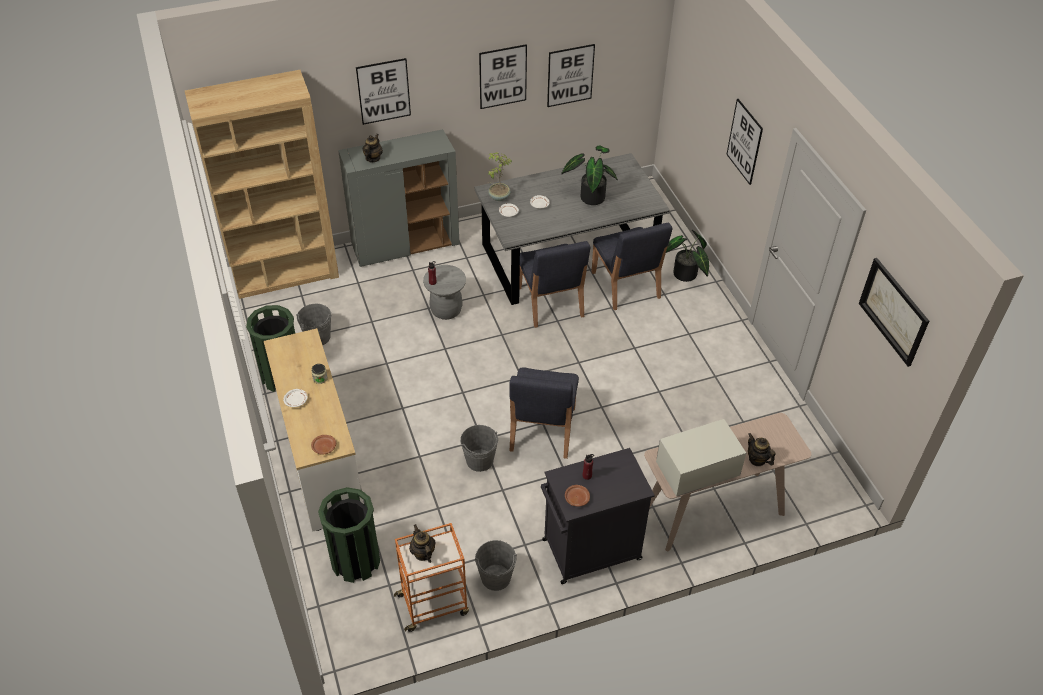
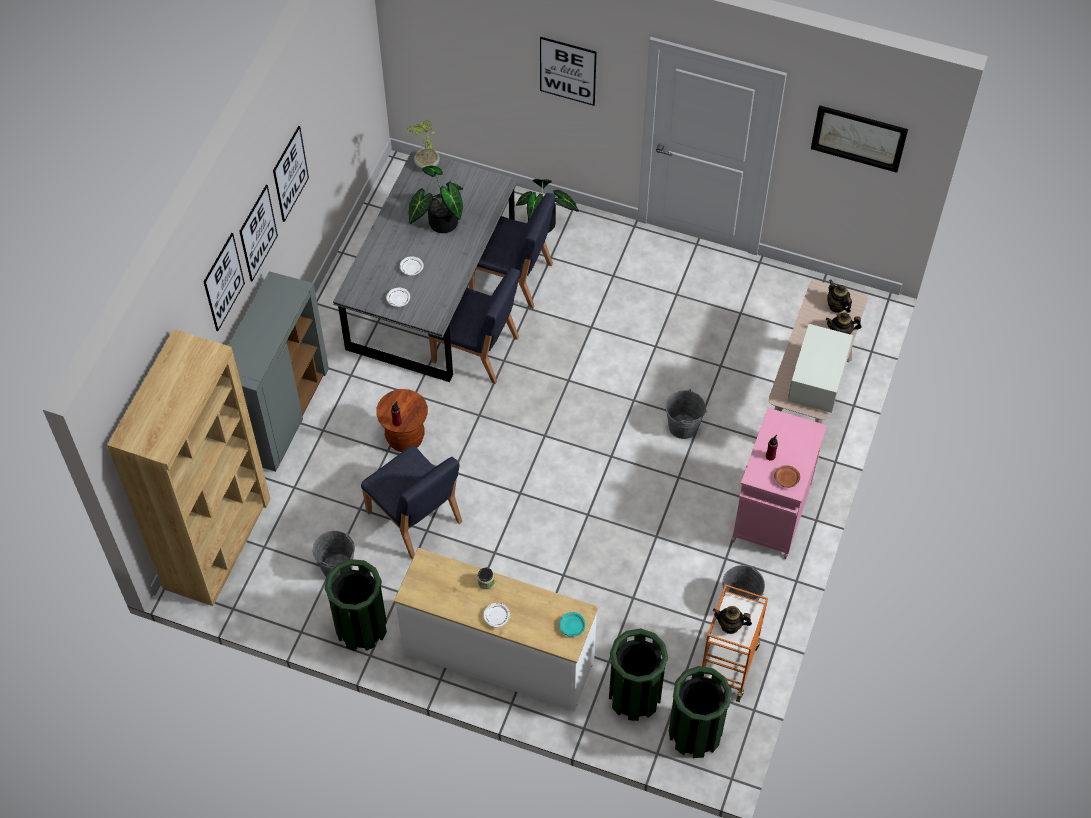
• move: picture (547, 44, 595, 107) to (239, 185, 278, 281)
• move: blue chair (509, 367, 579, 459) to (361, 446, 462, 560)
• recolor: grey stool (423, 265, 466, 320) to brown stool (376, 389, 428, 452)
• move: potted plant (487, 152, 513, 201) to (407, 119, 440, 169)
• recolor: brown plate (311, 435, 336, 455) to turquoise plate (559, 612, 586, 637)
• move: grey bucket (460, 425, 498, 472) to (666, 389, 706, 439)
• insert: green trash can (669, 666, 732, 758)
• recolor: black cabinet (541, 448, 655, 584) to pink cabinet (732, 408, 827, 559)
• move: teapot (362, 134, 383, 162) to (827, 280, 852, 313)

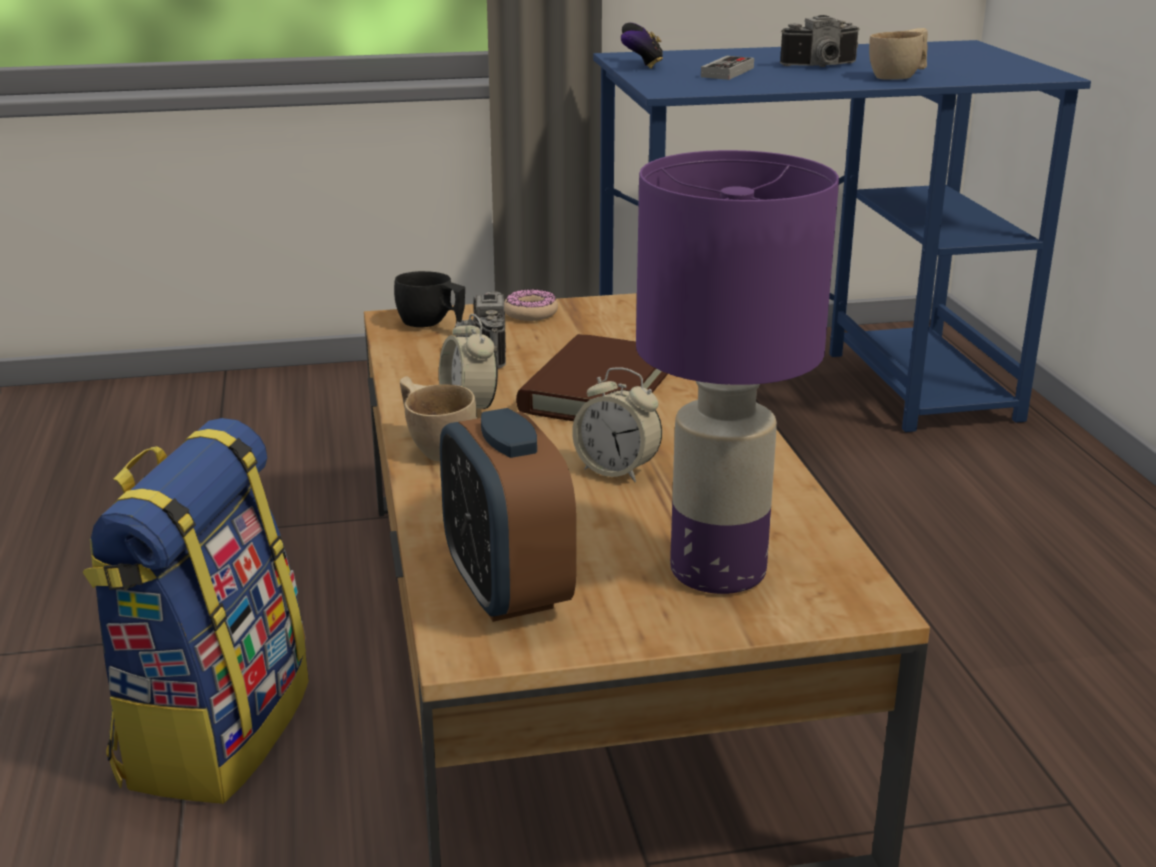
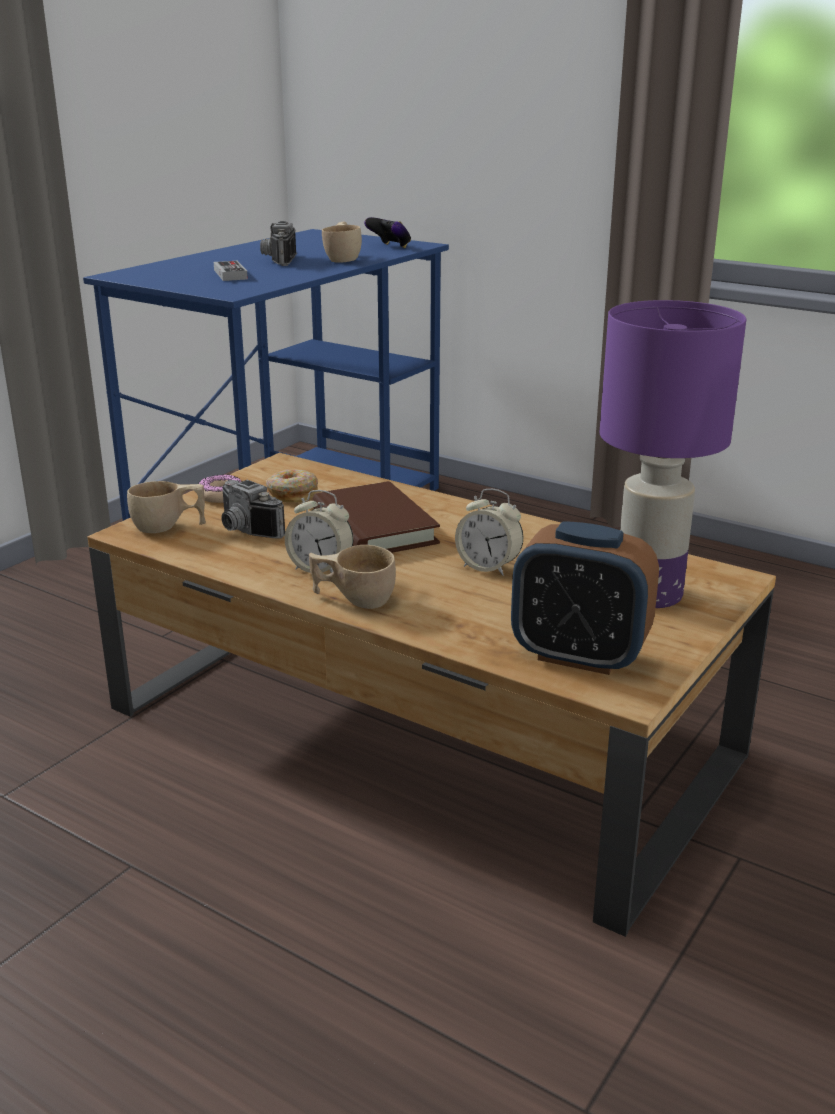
• recolor: black cup (394, 271, 465, 327) to beige cup (127, 481, 206, 533)
• rotate: photo camera (780, 15, 860, 67) = (260, 221, 297, 266) 150 degrees clockwise
• insert: donut (266, 470, 318, 502)
• move: game controller (621, 23, 663, 69) to (364, 217, 411, 248)
• rotate: alarm clock (572, 367, 662, 482) = (455, 489, 523, 576) 45 degrees clockwise
• delete: backpack (82, 418, 309, 804)

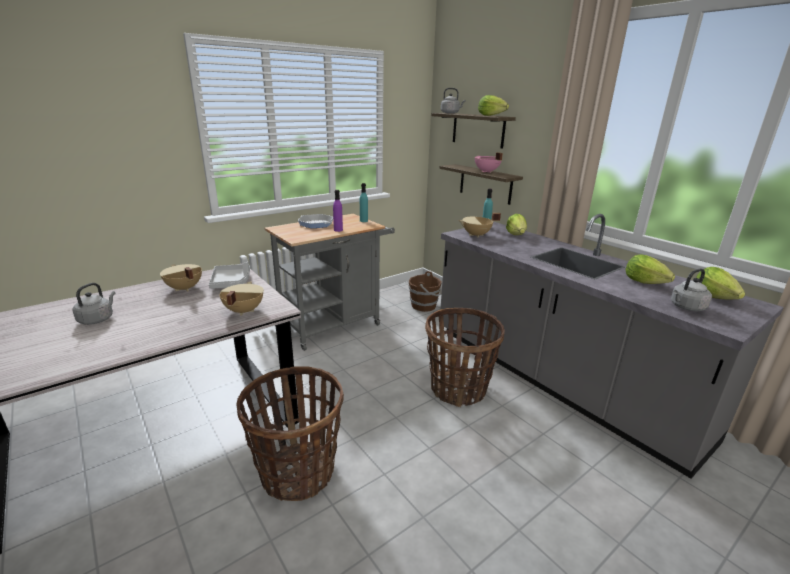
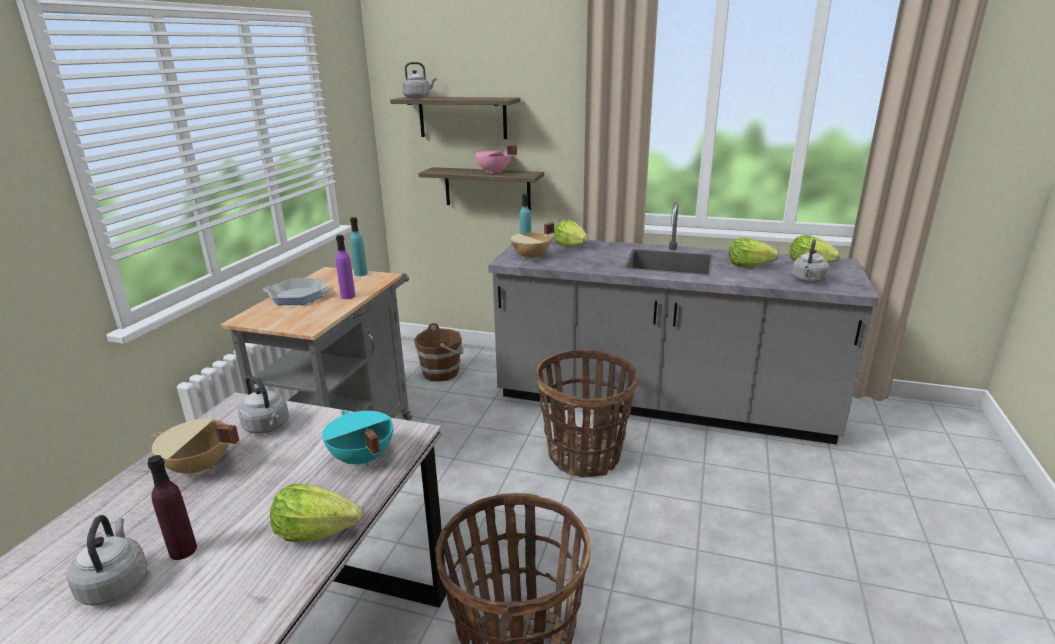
• insert: purple bottle (147, 455, 197, 560)
• replace: grey tray (209, 259, 250, 289) to grey kettle (238, 375, 289, 434)
• move: lettuce (478, 95, 509, 116) to (270, 484, 362, 542)
• recolor: beige cooking pot (219, 282, 264, 316) to turquoise cooking pot (322, 410, 393, 467)

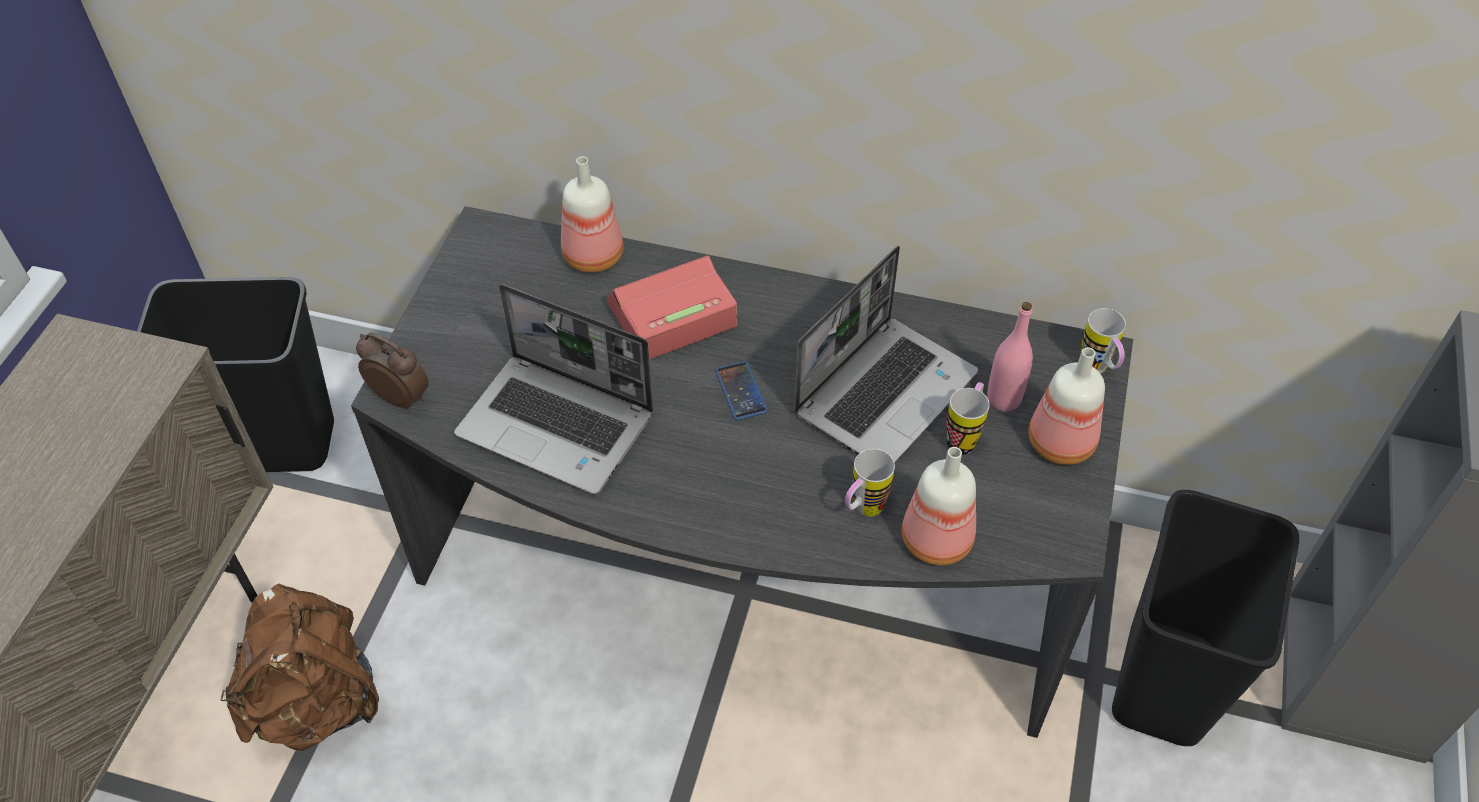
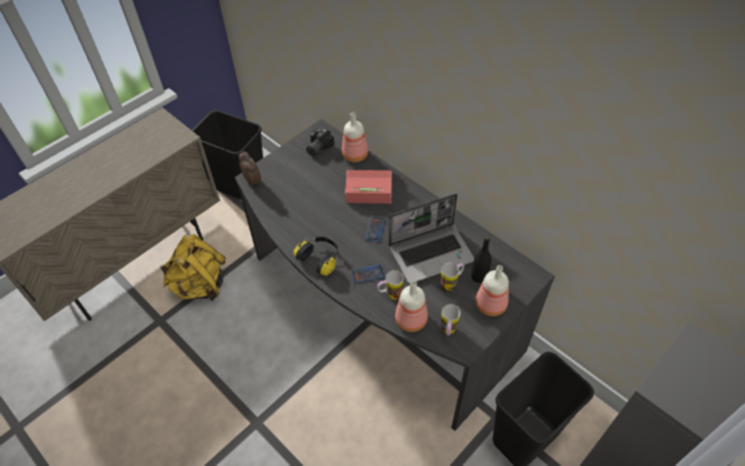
• recolor: brown backpack (220, 584, 379, 751) to yellow backpack (160, 234, 226, 301)
• insert: headphones (294, 237, 339, 276)
• insert: photo camera (306, 128, 334, 156)
• insert: phone (351, 264, 385, 283)
• move: mug (1081, 308, 1126, 374) to (441, 304, 461, 336)
• recolor: pink bottle (987, 302, 1033, 411) to black bottle (471, 236, 491, 283)
• delete: laptop (454, 284, 653, 494)

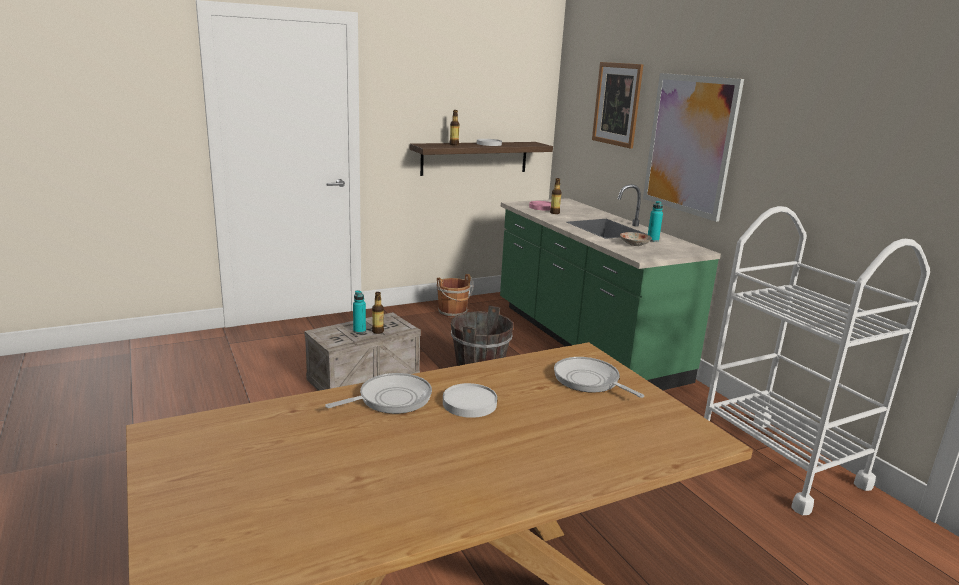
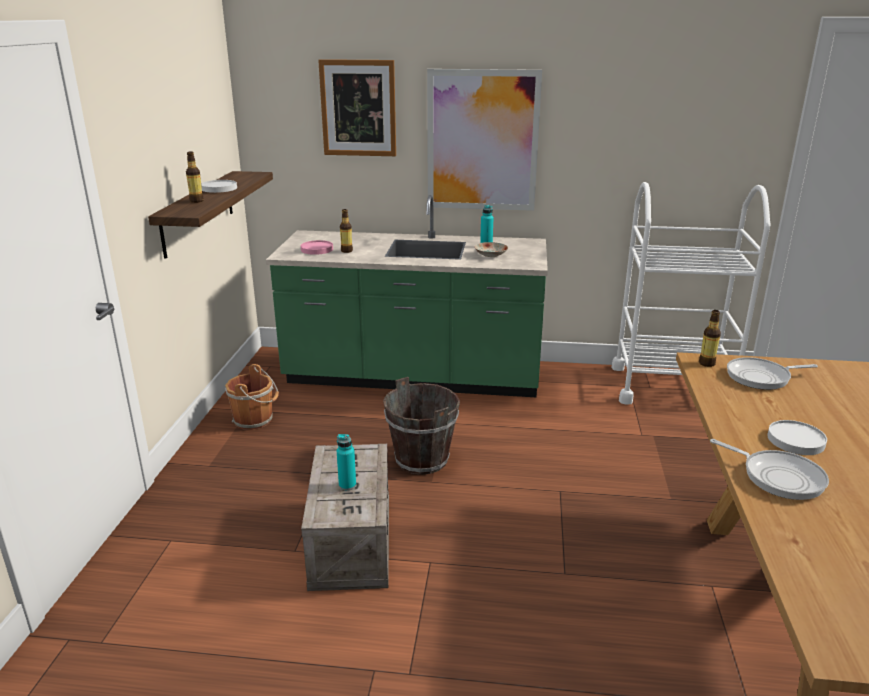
• move: bottle (372, 292, 384, 334) to (699, 310, 721, 367)
• rotate: frying pan (325, 373, 432, 414) = (710, 439, 829, 500) 135 degrees clockwise

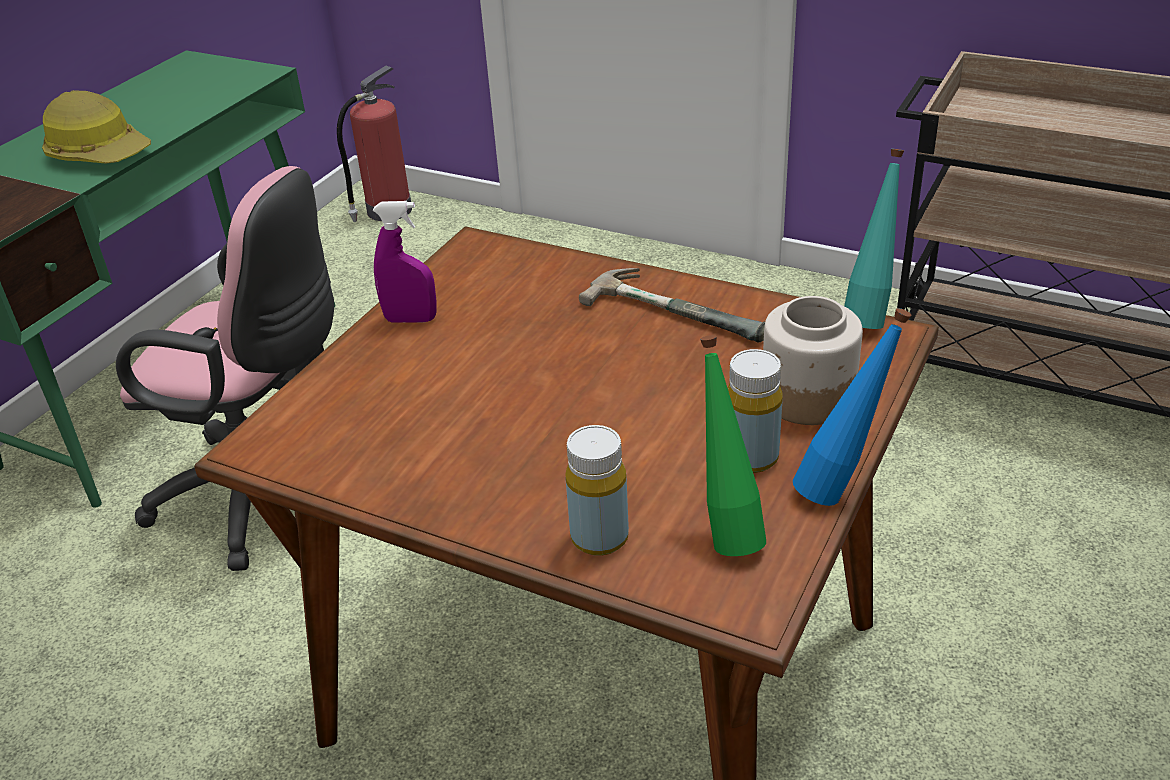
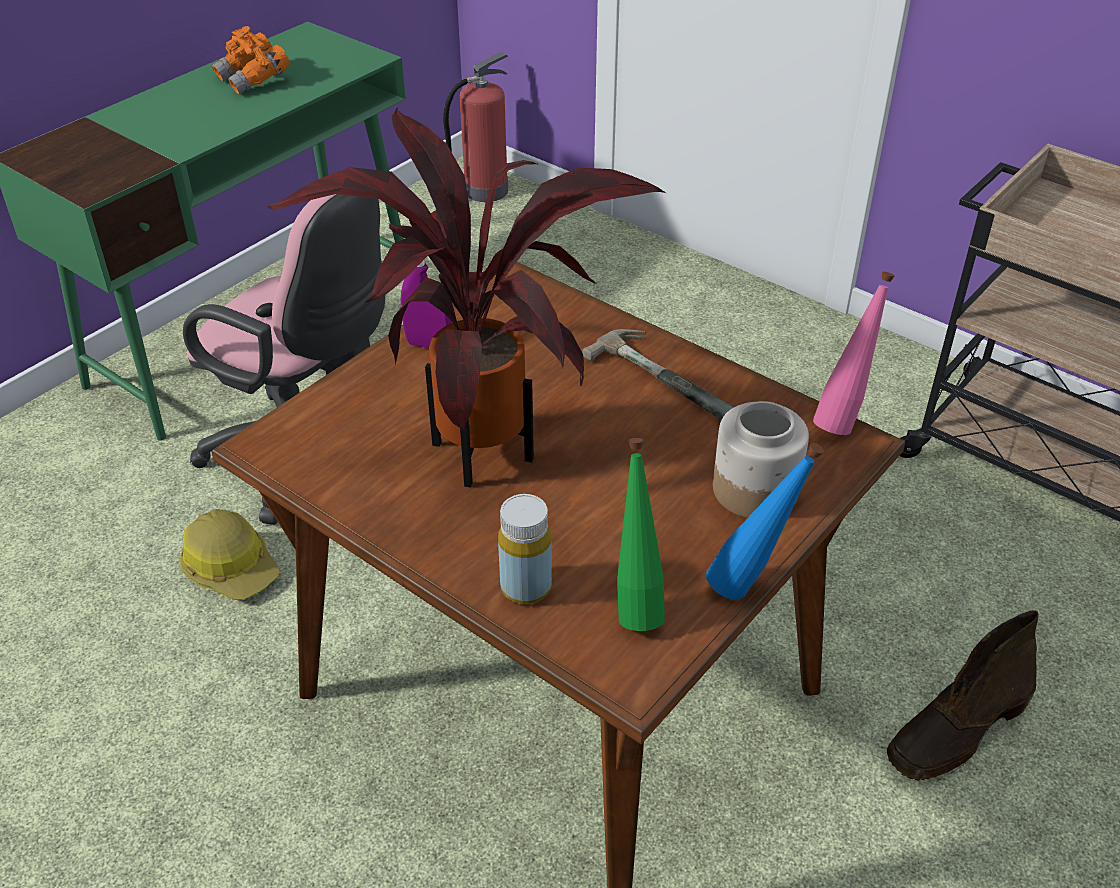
• move: hard hat (42, 90, 151, 164) to (179, 509, 280, 600)
• insert: orange binoculars (212, 26, 290, 95)
• insert: potted plant (267, 108, 666, 487)
• recolor: turquoise bottle (844, 149, 904, 329) to pink bottle (813, 272, 895, 435)
• insert: brown boot (887, 610, 1039, 781)
• delete: yellow bottle (727, 349, 782, 473)

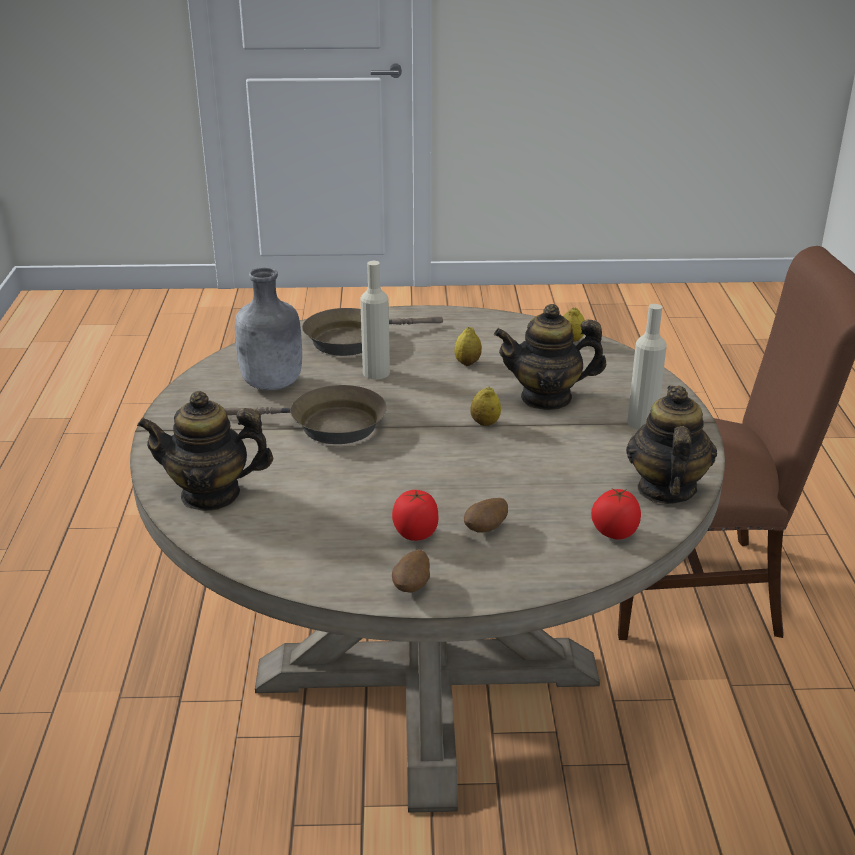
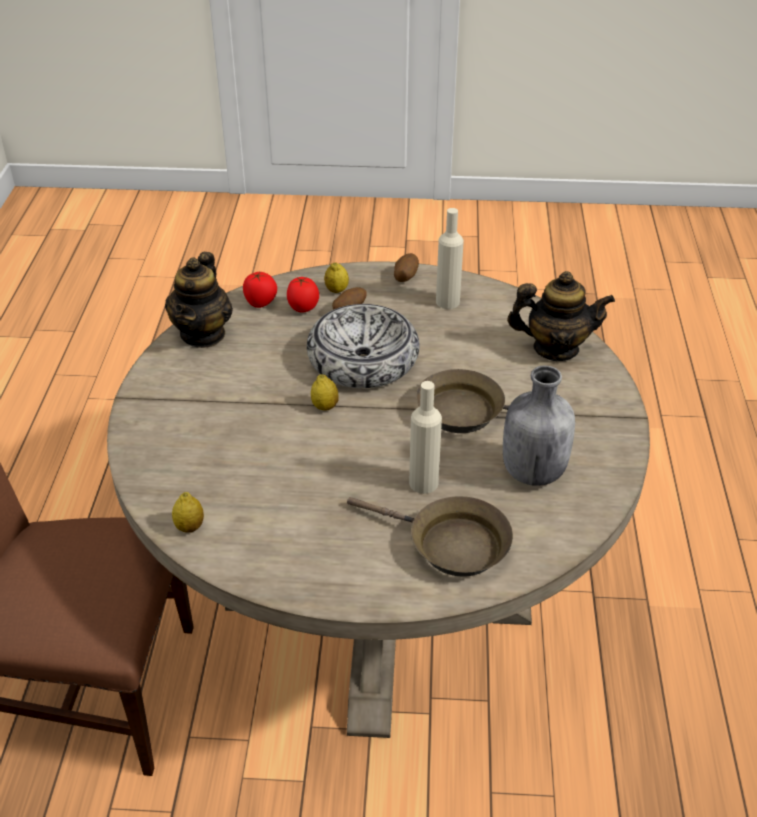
• move: tomato (392, 489, 438, 541) to (287, 277, 319, 313)
• insert: bowl (307, 304, 420, 388)
• move: lemon (455, 327, 482, 366) to (324, 262, 349, 293)
• rotate: brown frying pan (302, 308, 443, 356) = (347, 496, 513, 577) 45 degrees clockwise
• move: beige bottle (627, 304, 667, 430) to (436, 208, 464, 309)
• delete: teapot (494, 304, 606, 410)

